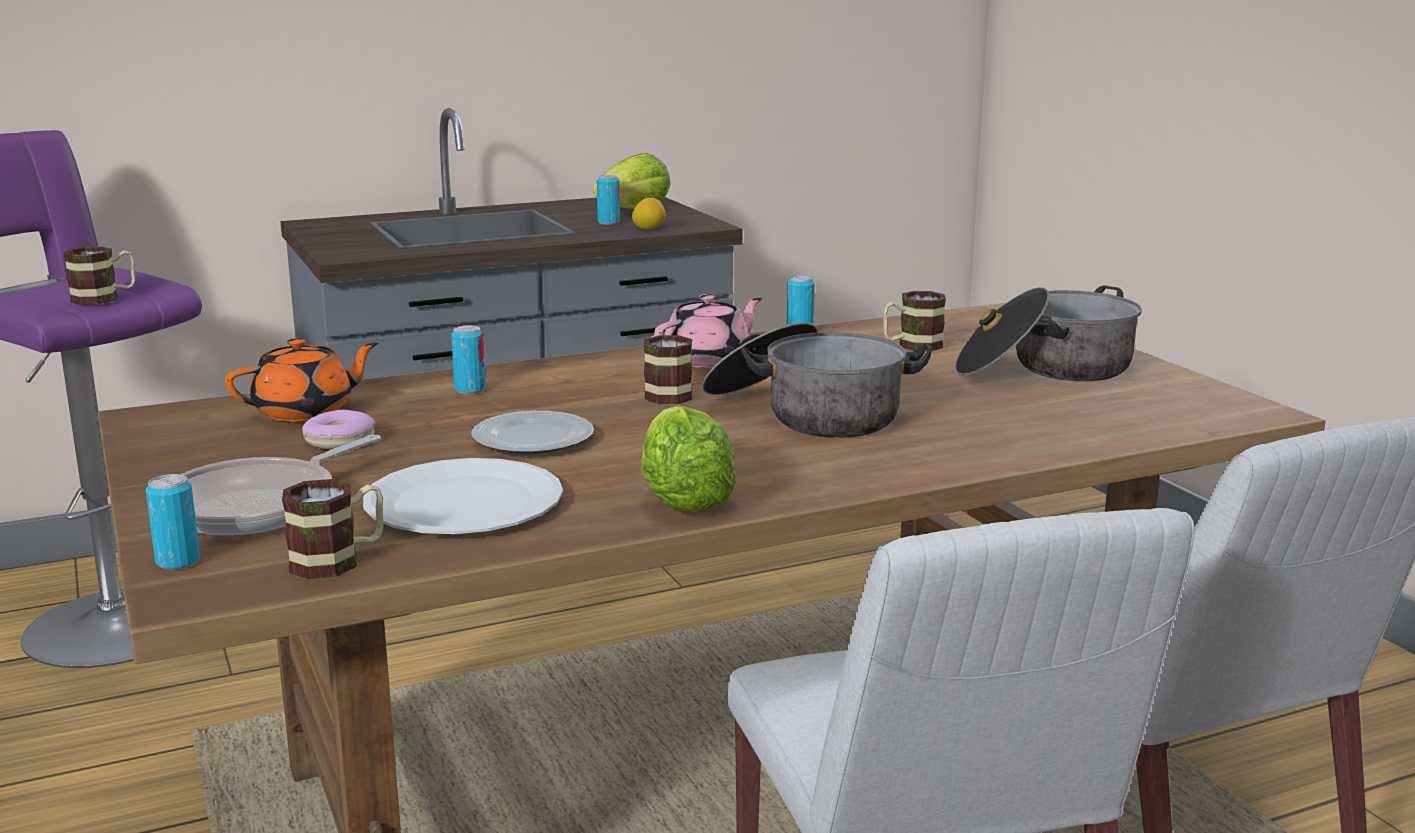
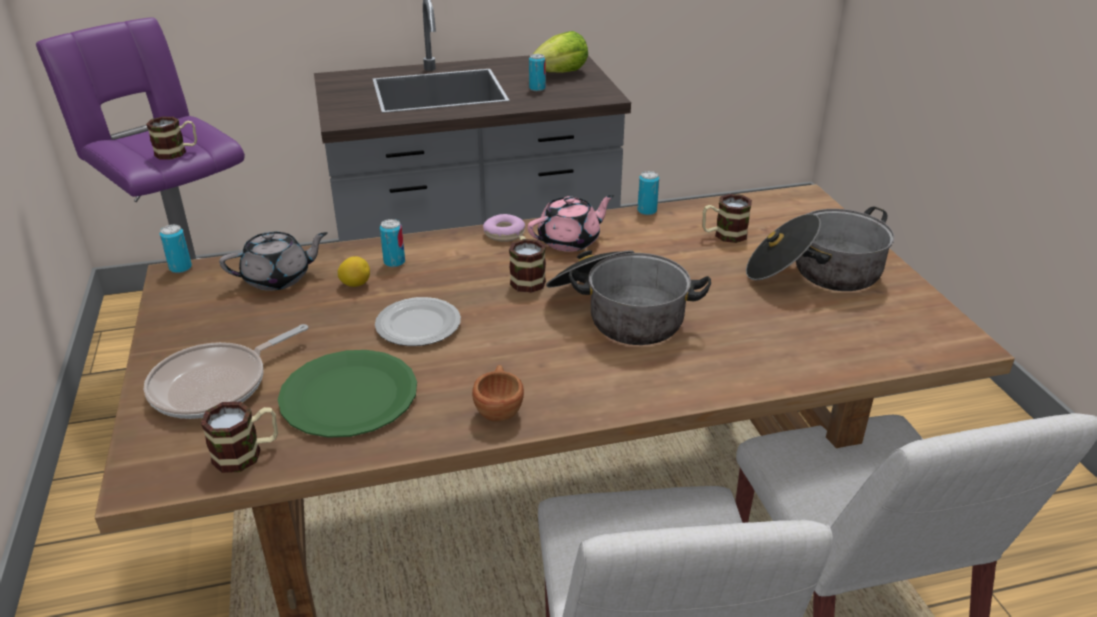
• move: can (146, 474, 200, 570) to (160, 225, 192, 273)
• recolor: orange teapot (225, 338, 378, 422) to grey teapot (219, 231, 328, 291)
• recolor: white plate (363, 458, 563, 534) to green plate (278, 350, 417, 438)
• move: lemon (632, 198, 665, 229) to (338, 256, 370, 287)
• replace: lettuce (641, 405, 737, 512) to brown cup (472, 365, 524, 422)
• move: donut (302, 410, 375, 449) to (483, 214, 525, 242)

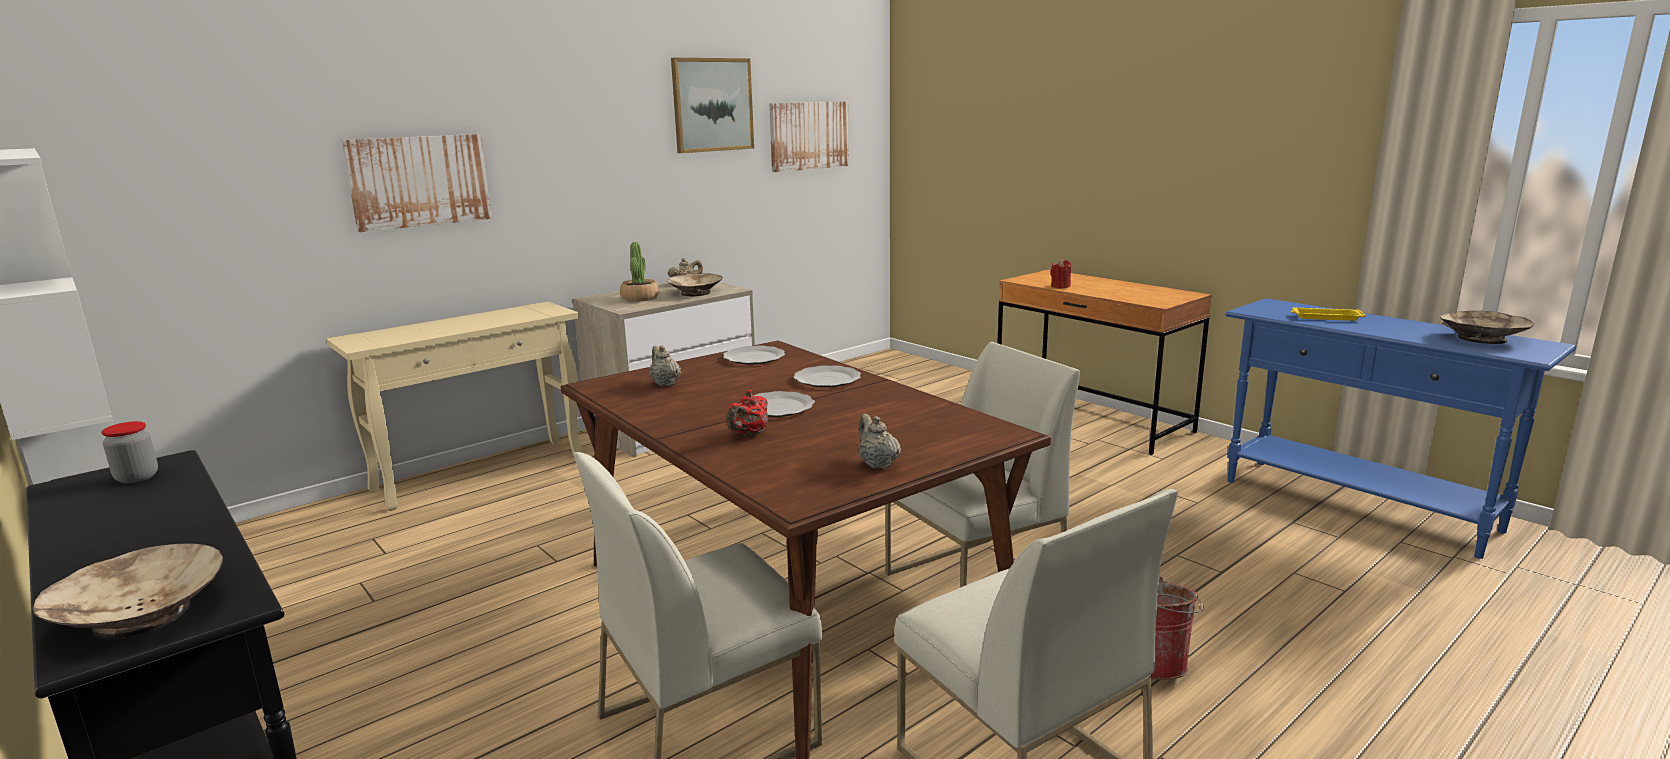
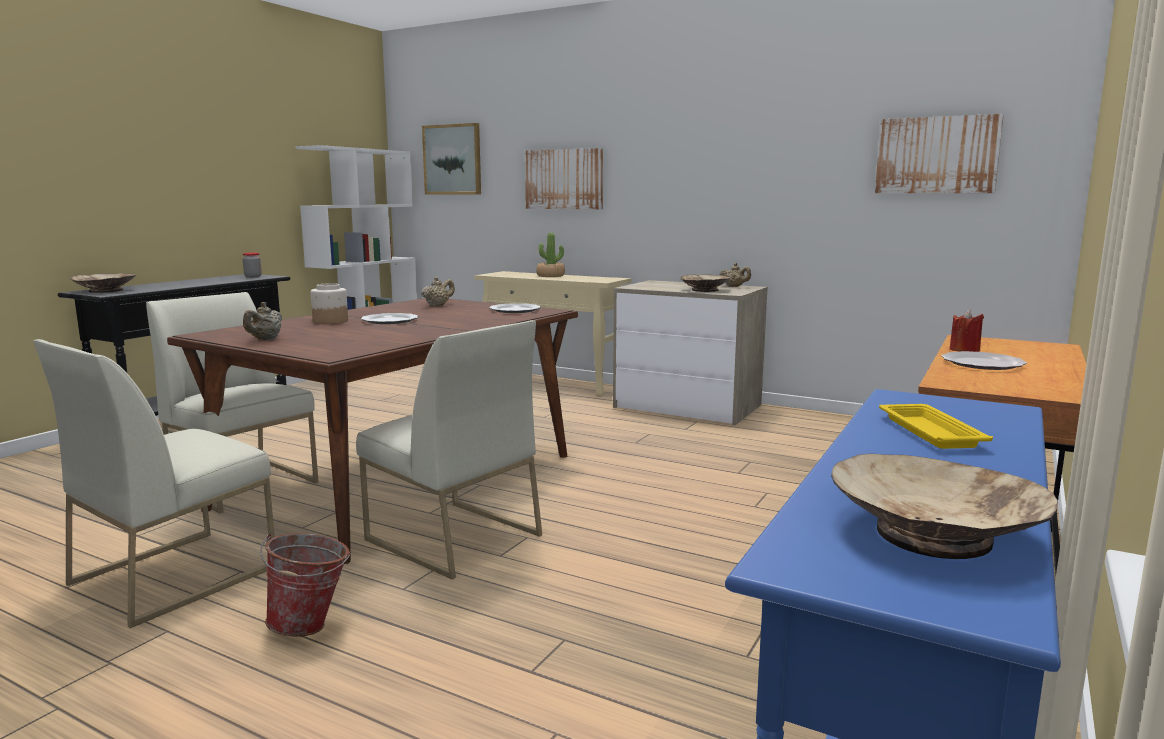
• rotate: beige teapot (859, 414, 901, 469) = (243, 302, 282, 340) 150 degrees clockwise
• replace: red teapot (726, 390, 768, 437) to jar (311, 283, 348, 324)
• move: picture (671, 58, 754, 153) to (422, 123, 481, 195)
• move: potted plant (620, 242, 659, 302) to (536, 233, 565, 277)
• move: plate (793, 366, 861, 387) to (942, 351, 1027, 370)

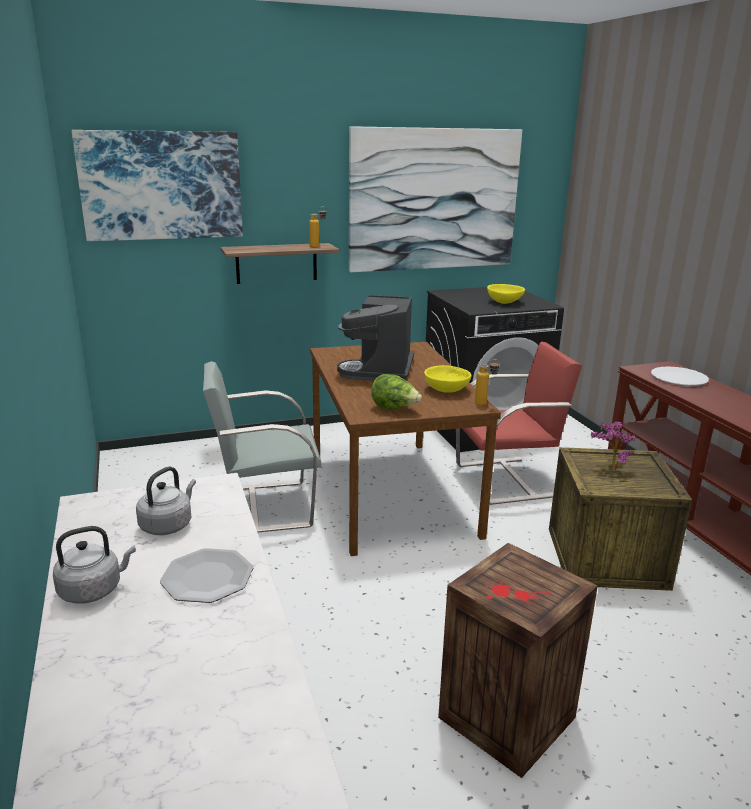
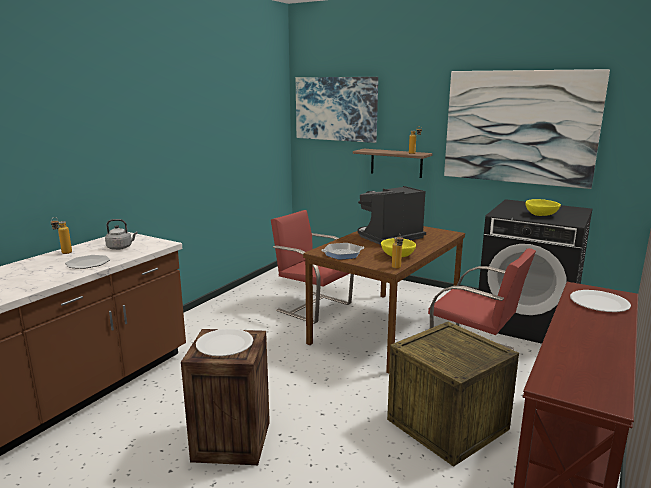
• replace: grey kettle (53, 526, 136, 604) to bottle (51, 217, 72, 254)
• insert: white plate (196, 329, 253, 356)
• recolor: grey chair (203, 361, 321, 532) to red chair (271, 210, 354, 324)
• replace: lettuce (371, 374, 422, 409) to frying pan (321, 243, 364, 260)
• delete: potted plant (591, 422, 636, 471)

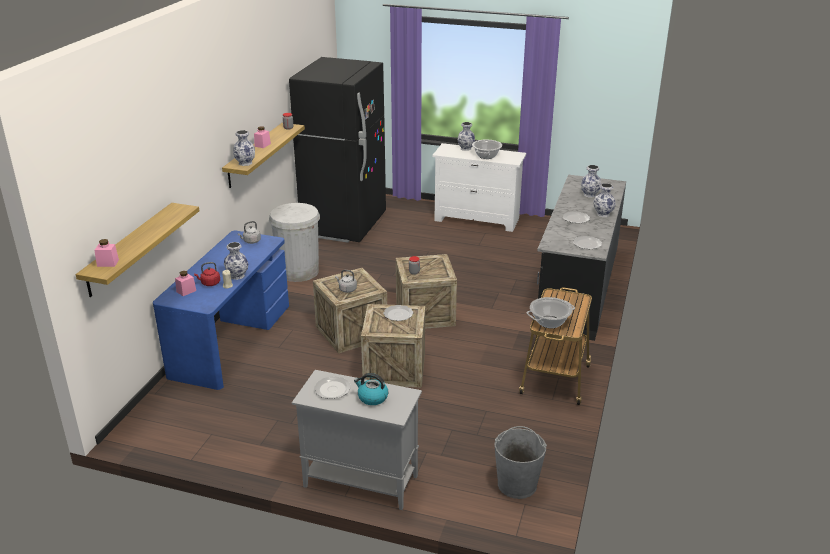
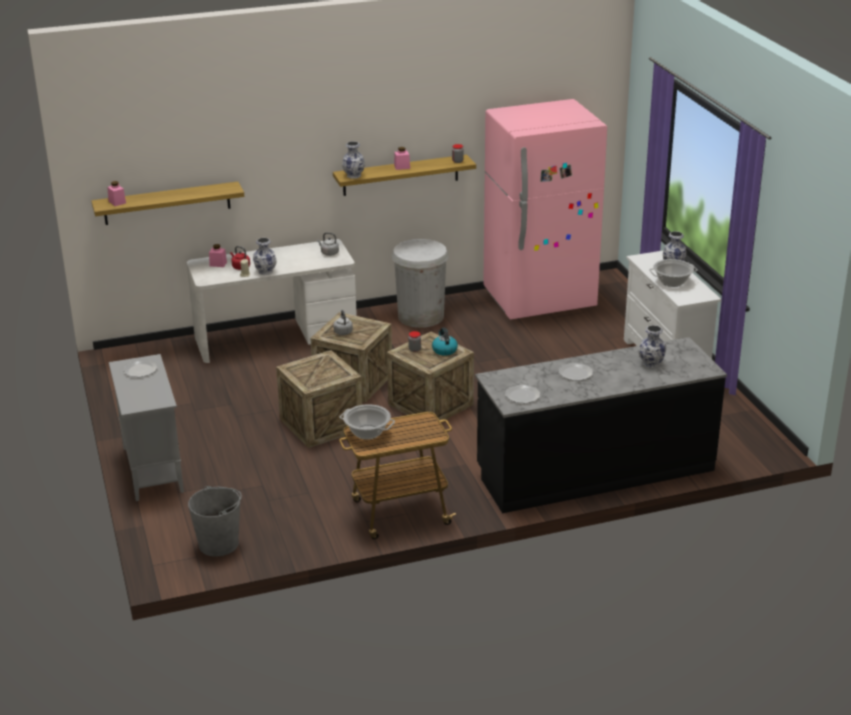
• recolor: blue desk (153, 231, 289, 390) to white desk (187, 239, 357, 363)
• move: kettle (354, 373, 388, 405) to (432, 328, 458, 356)
• recolor: black fridge (289, 57, 386, 243) to pink fridge (483, 99, 607, 320)
• delete: plate (383, 305, 413, 321)
• delete: vase (593, 183, 616, 217)

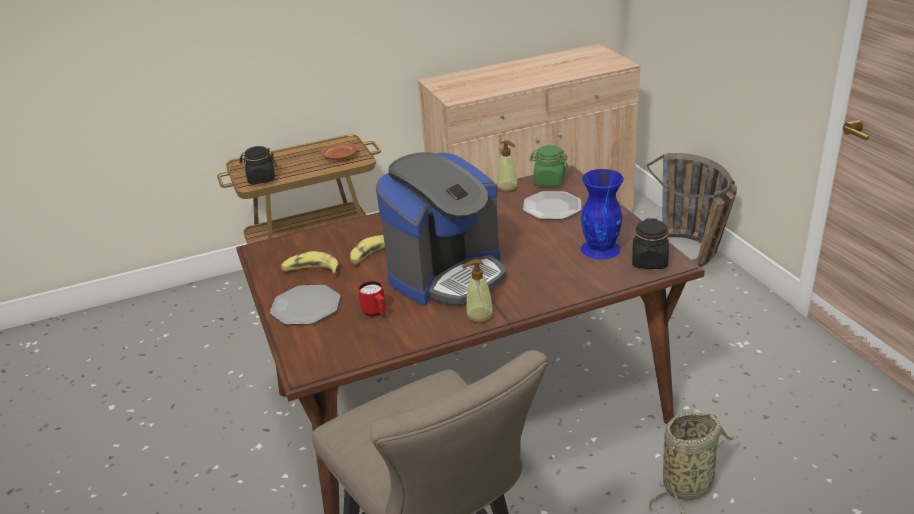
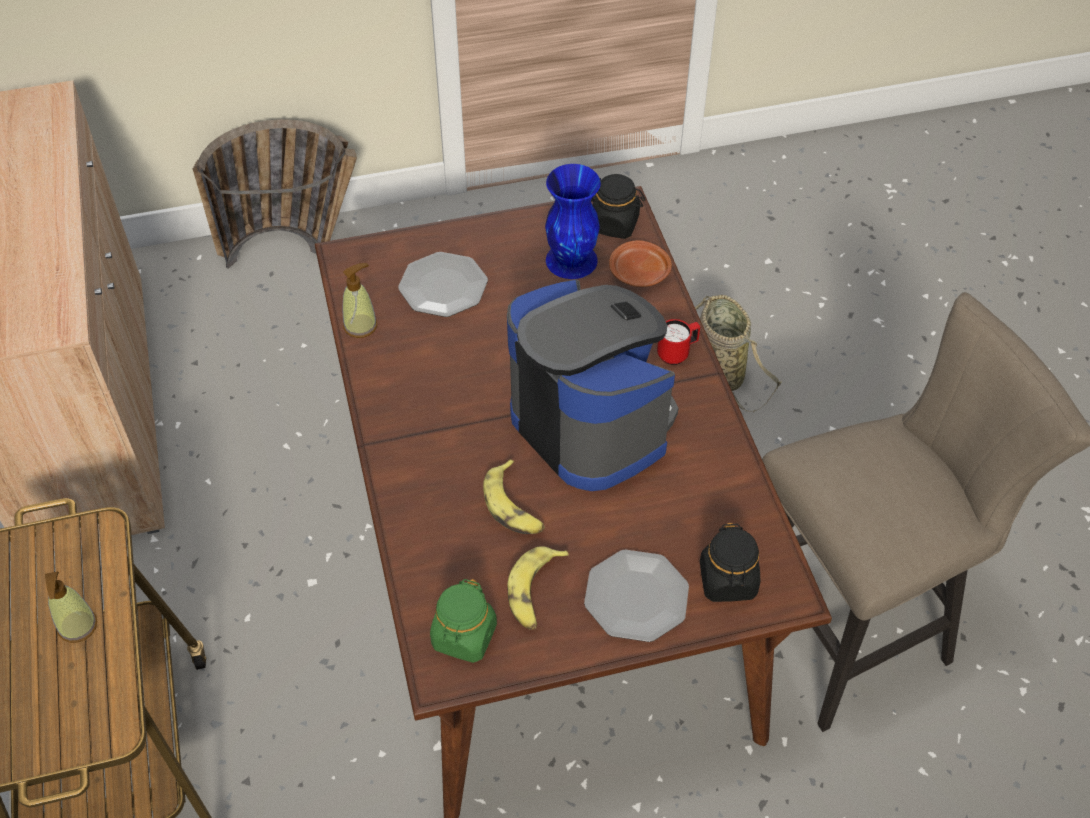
• move: soap dispenser (462, 259, 494, 323) to (45, 571, 97, 643)
• move: green jar (529, 145, 569, 186) to (430, 579, 497, 663)
• move: brown plate (321, 143, 357, 160) to (609, 240, 672, 287)
• move: red mug (358, 281, 386, 317) to (657, 319, 700, 365)
• move: black jar (239, 146, 277, 184) to (700, 523, 760, 602)

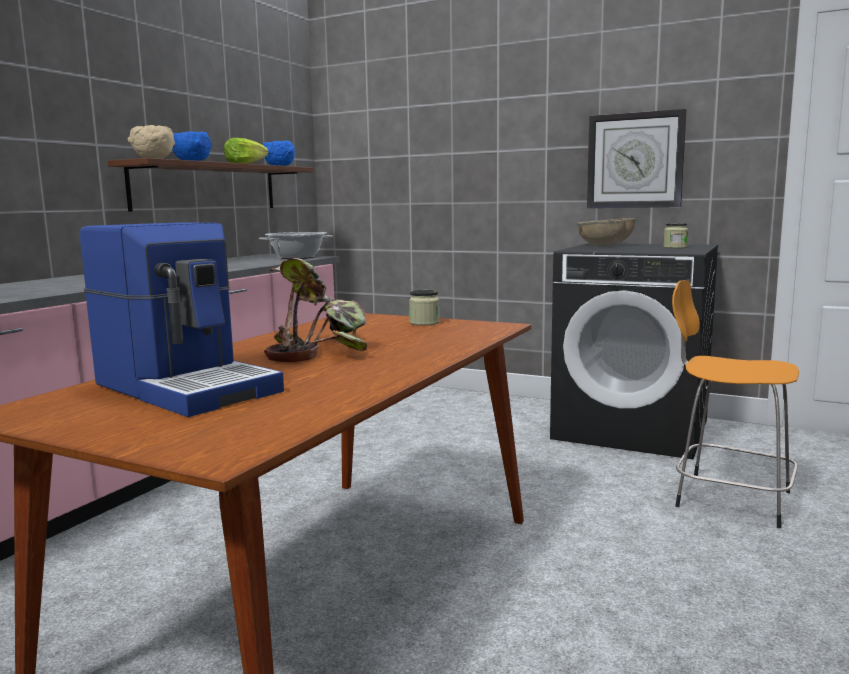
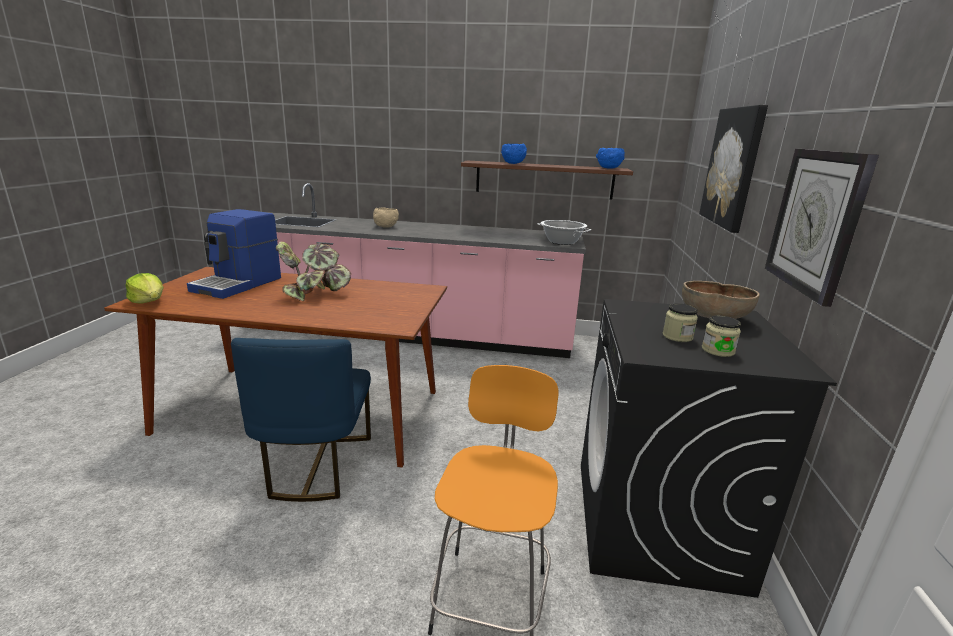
• move: lettuce (224, 138, 268, 164) to (126, 273, 164, 304)
• insert: blue chair (231, 338, 371, 502)
• move: beige bowl (128, 125, 175, 159) to (373, 208, 399, 228)
• move: jar (409, 290, 439, 326) to (662, 303, 698, 342)
• insert: picture (699, 105, 768, 233)

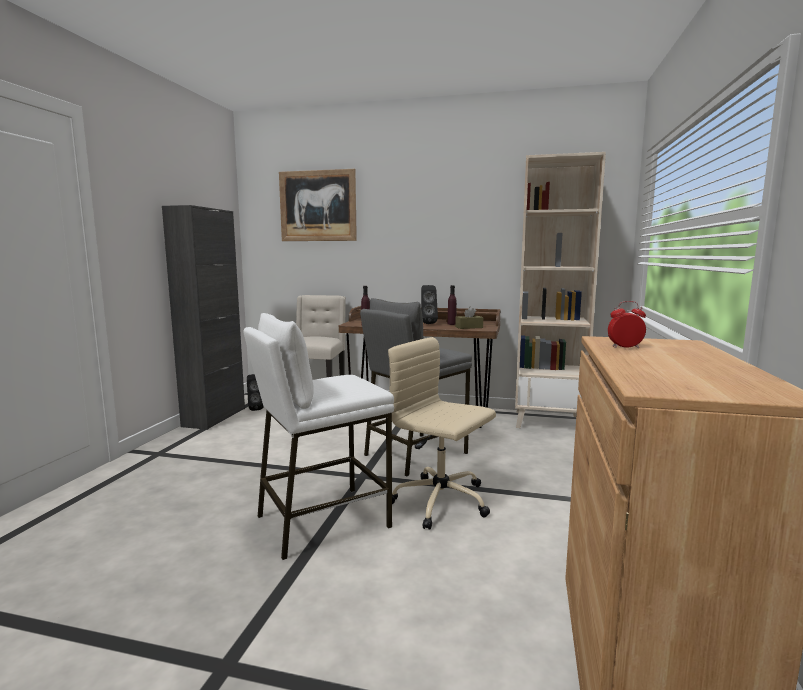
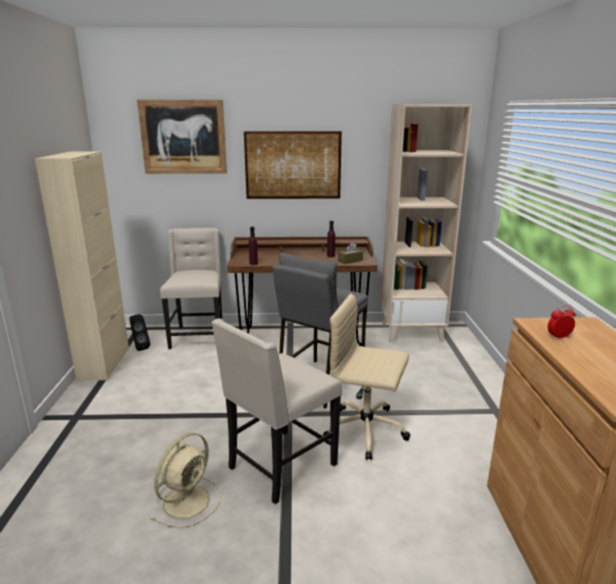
• recolor: black cabinet (162, 205, 245, 430) to beige cabinet (35, 152, 129, 381)
• insert: beige fan (150, 433, 221, 528)
• replace: white stool (243, 313, 394, 560) to beige chair (212, 318, 342, 504)
• insert: picture (244, 131, 342, 199)
• delete: black speaker (421, 285, 438, 324)

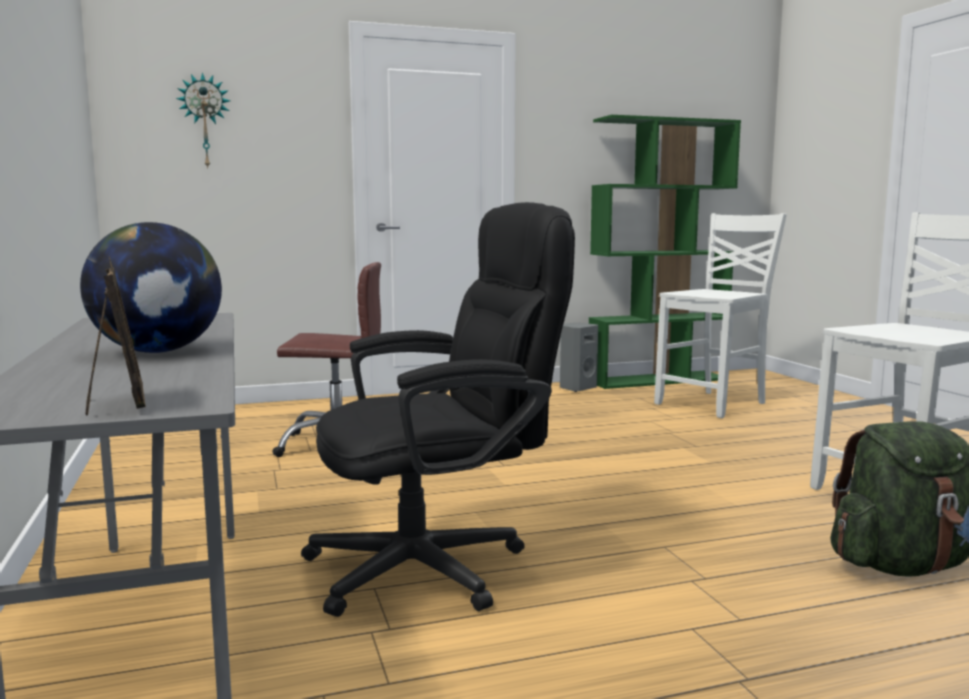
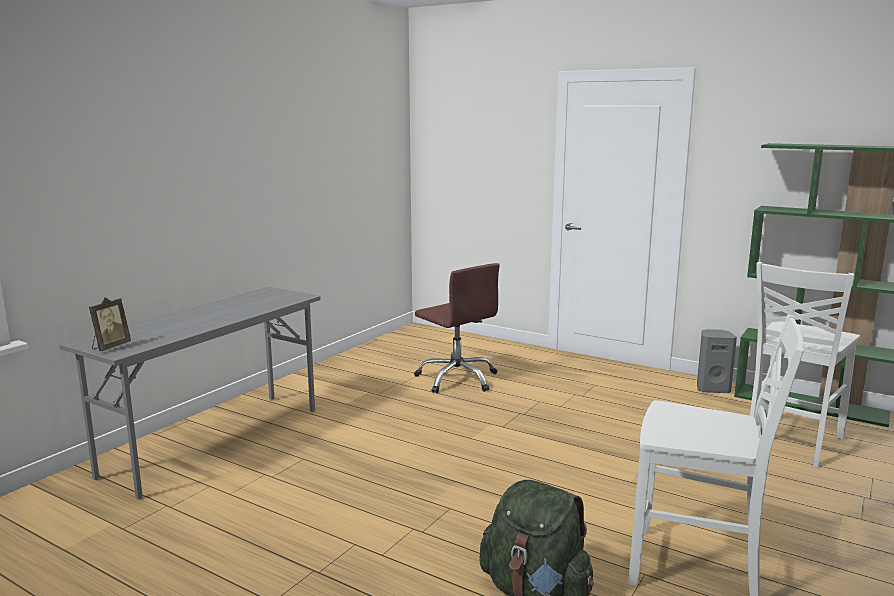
• rotate: white chair (654, 213, 787, 418) = (750, 262, 860, 468) 120 degrees clockwise
• delete: globe (80, 222, 222, 353)
• delete: wall clock (176, 72, 230, 169)
• delete: black office chair (301, 202, 575, 617)

